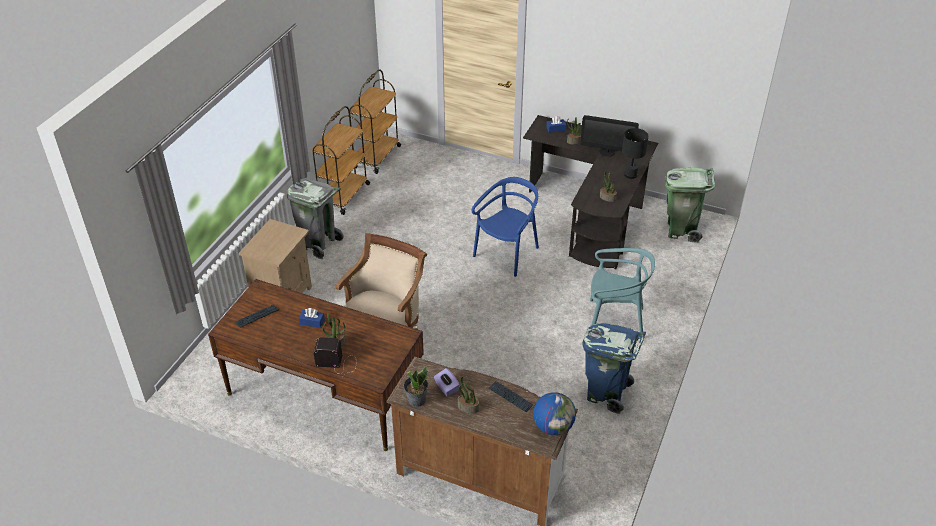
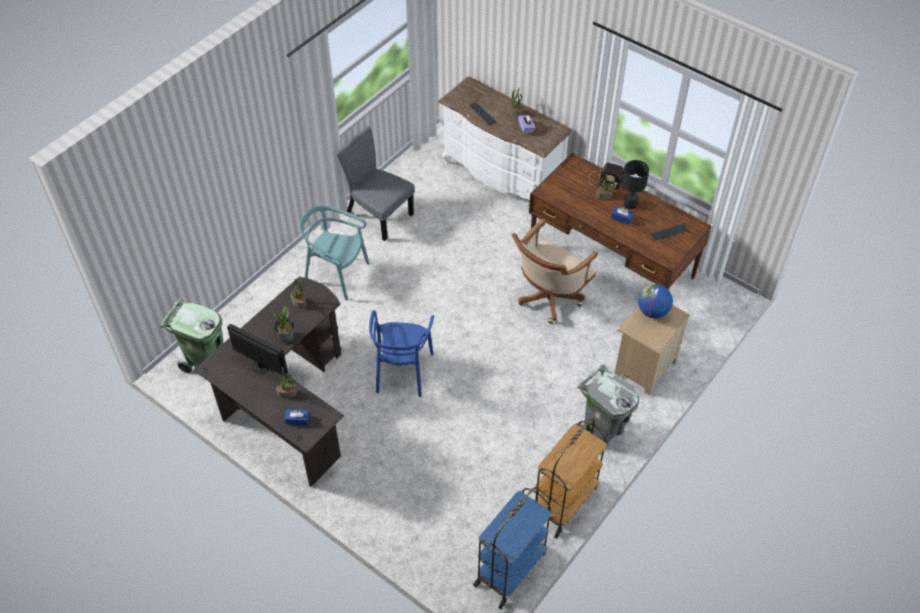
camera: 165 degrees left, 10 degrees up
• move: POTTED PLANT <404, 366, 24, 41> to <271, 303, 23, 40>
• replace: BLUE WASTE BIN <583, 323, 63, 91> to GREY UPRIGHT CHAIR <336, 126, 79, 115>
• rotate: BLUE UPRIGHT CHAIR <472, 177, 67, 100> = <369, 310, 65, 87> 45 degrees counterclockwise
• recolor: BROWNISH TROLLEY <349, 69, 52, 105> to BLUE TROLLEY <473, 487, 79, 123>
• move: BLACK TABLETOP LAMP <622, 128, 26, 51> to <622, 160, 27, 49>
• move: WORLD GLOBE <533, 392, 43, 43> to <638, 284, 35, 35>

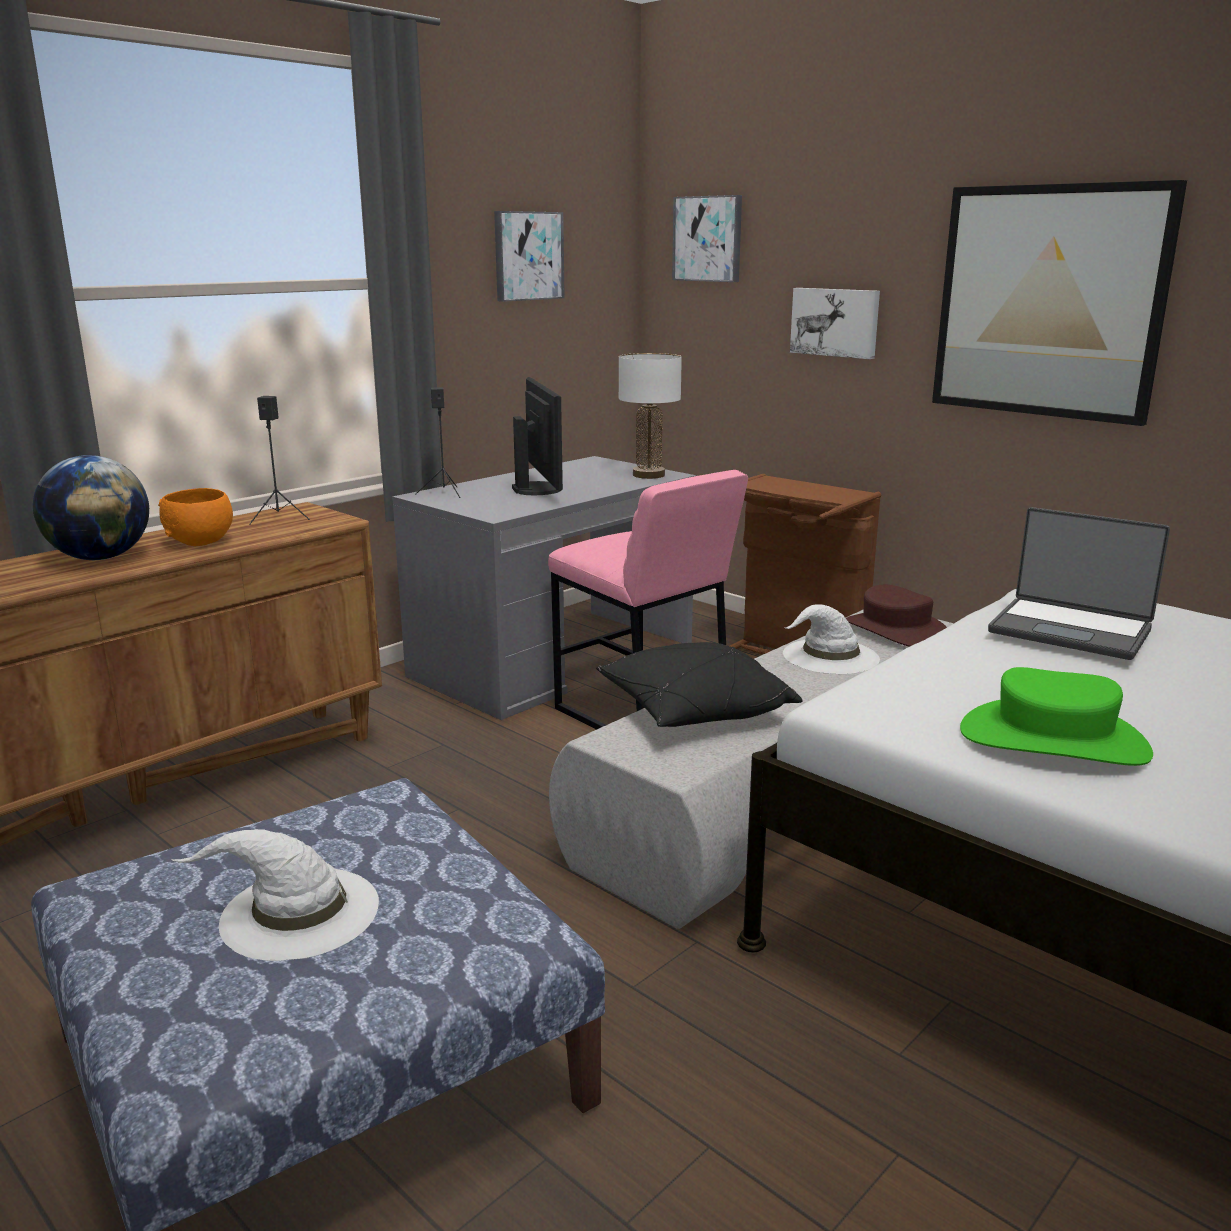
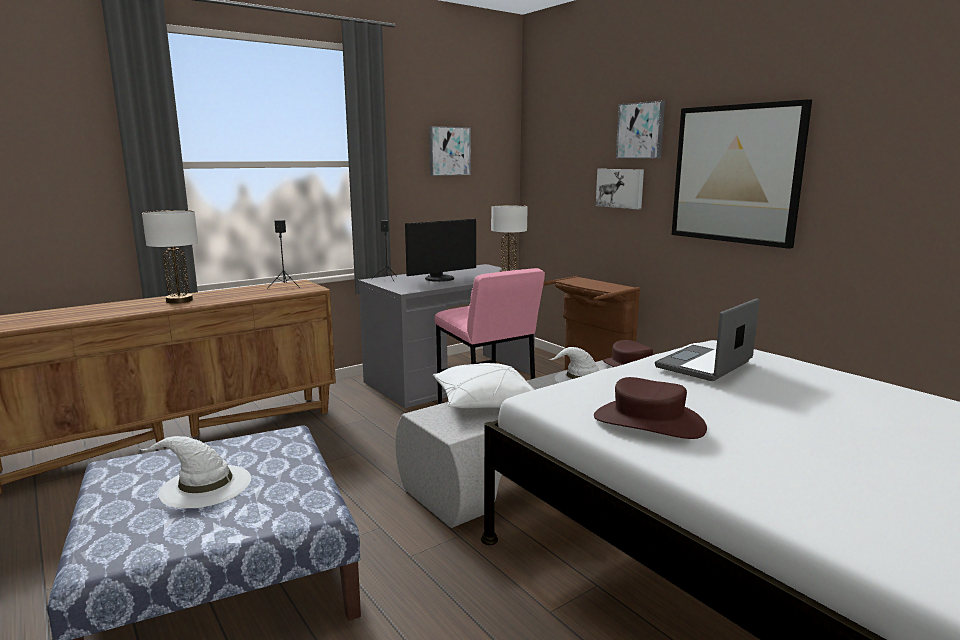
camera: 10 degrees right, 5 degrees down
• replace: WORLD GLOBE <33, 455, 116, 105> to TABLETOP LAMP <142, 210, 56, 94>
• rotate: COMPUTER DISPLAY <512, 377, 51, 118> = <405, 219, 71, 63> 60 degrees clockwise
• recolor: BLACK PILLOW <596, 642, 207, 85> to WHITISH PILLOW <433, 363, 102, 45>
• recolor: GREEN CLOTHING HAT <960, 667, 193, 99> to BROWNISH CLOTHING HAT <594, 377, 113, 62>
• move: WALL ART <672, 195, 70, 87> to <616, 101, 49, 57>
• rotate: LAPTOP <988, 507, 182, 153> = <655, 298, 104, 83> 90 degrees clockwise
• delete: ORANGEY BOWL <158, 488, 75, 58>

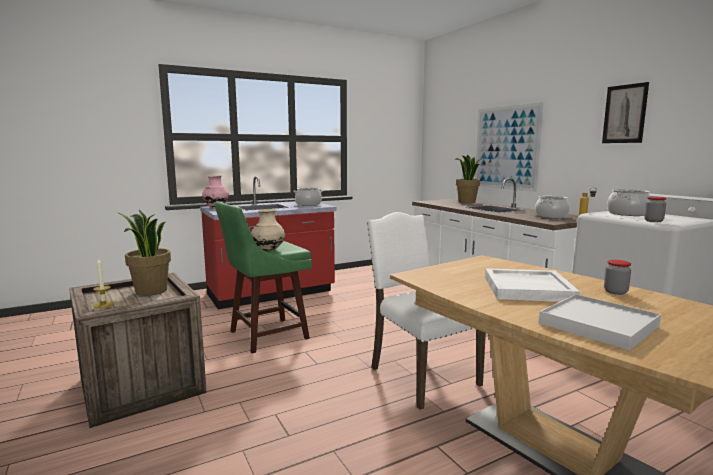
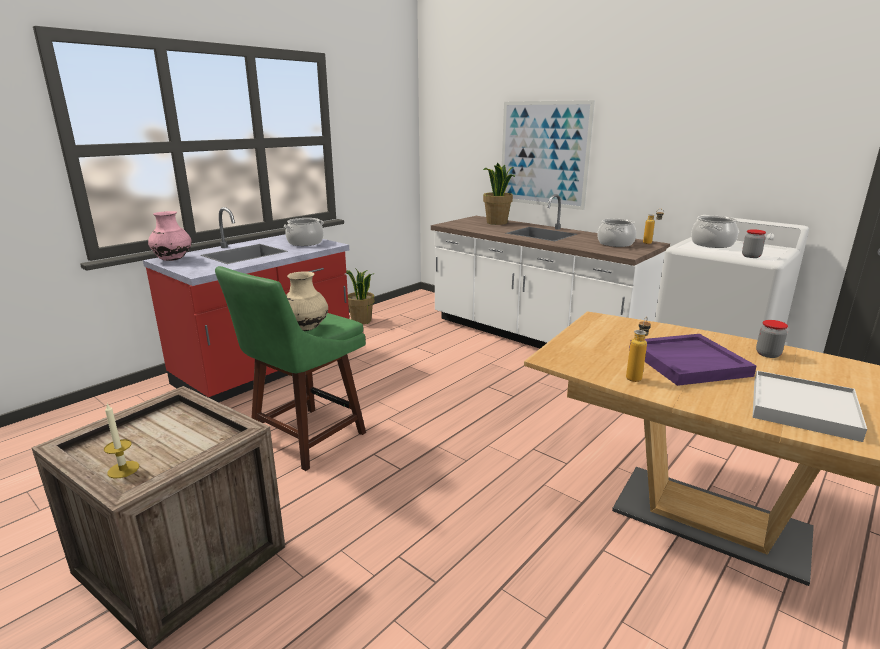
camera: 20 degrees left, 10 degrees up
• move: POTTED PLANT <117, 210, 54, 86> to <346, 268, 28, 56>
• insert: BEVERAGE BOTTLE <626, 317, 25, 65>
• recolor: WHITISH CARRYING TRAY <485, 268, 95, 34> to PURPLE-COLOURED CARRYING TRAY <629, 334, 127, 52>
• delete: WHITISH UPRIGHT CHAIR <367, 212, 119, 198>
• delete: WALL ART <602, 82, 47, 61>

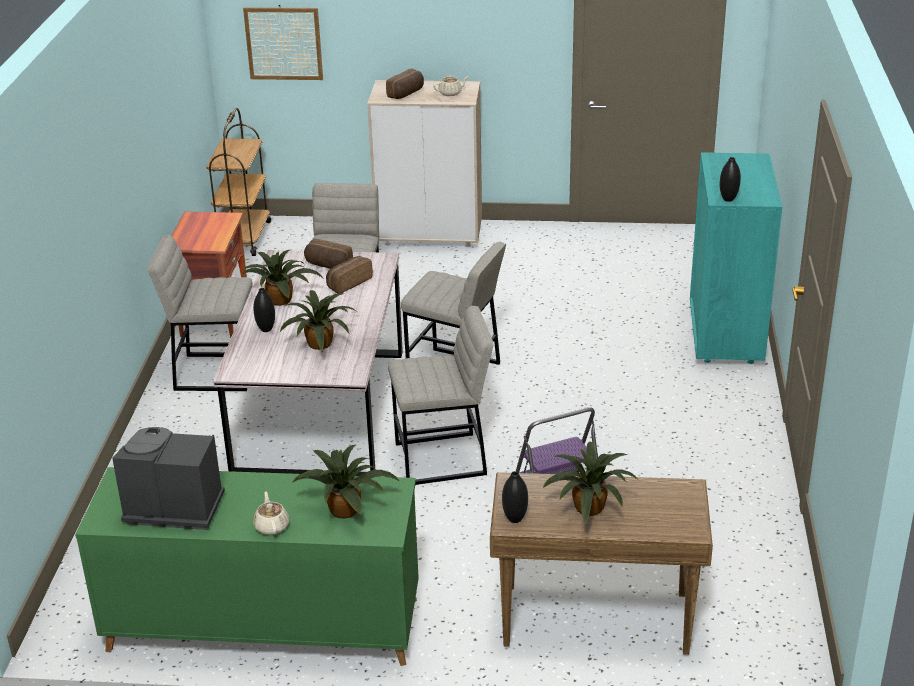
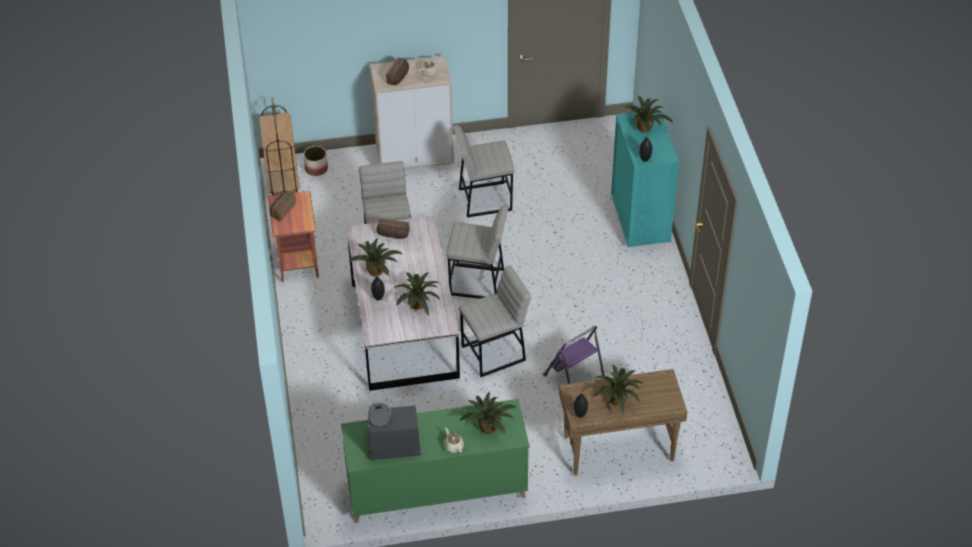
camera: 15 degrees left, 15 degrees up
• move: BAKERY BREAD <326, 256, 47, 37> to <270, 192, 26, 29>
• insert: FLOWER POT <304, 146, 24, 30>
• move: GREY UPRIGHT CHAIR <147, 235, 106, 156> to <453, 125, 61, 92>
• insert: POTTED PLANT <624, 96, 49, 38>
• delete: WALL ART <243, 5, 80, 75>

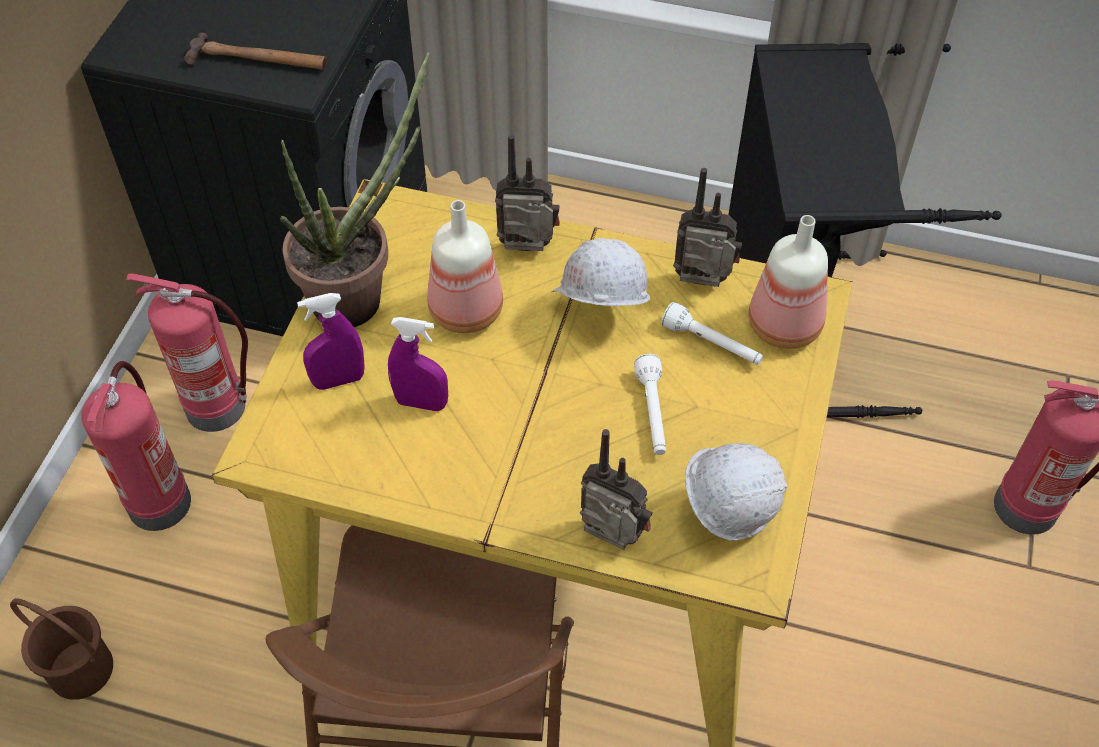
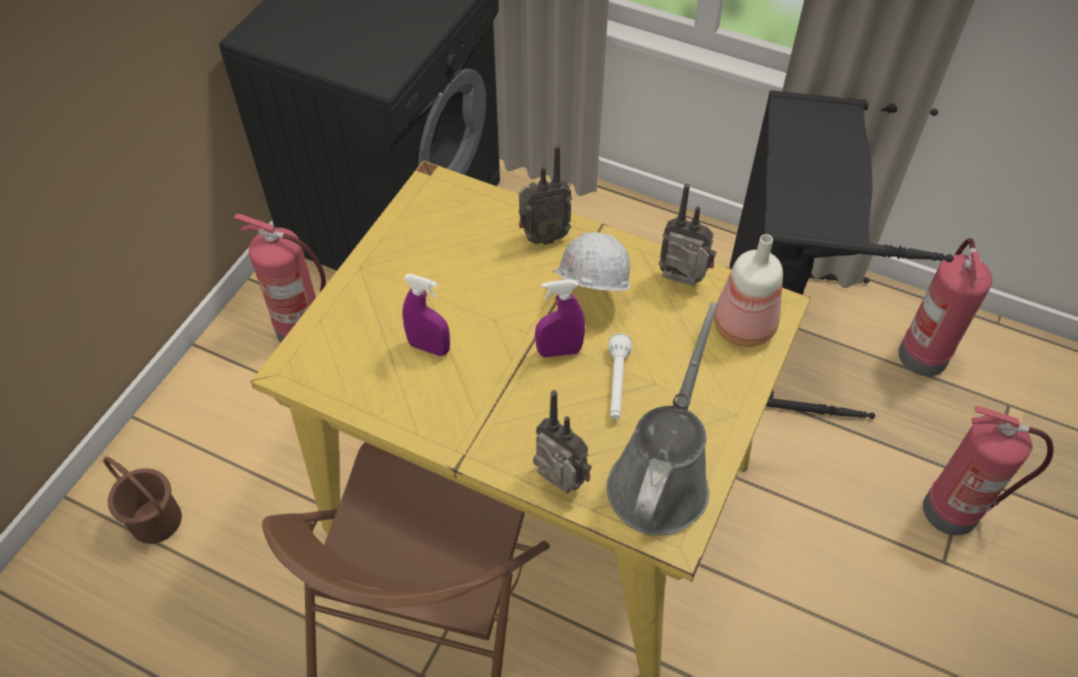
camera: 10 degrees right, 0 degrees up
• rotate: RADIO RECEIVER <495, 135, 65, 116> = <518, 145, 54, 100> 150 degrees clockwise
• move: PURPLE-COLOURED HAND SPRAYER <297, 293, 68, 97> to <535, 279, 50, 79>
• replace: WHITISH SAFETY HELMET <685, 443, 103, 98> to GREY WATERING CAN <607, 302, 111, 234>
• move: EXTINGUISHER <81, 361, 110, 170> to <898, 238, 94, 138>
• delete: TOOL HAMMER <184, 33, 143, 37>
• delete: POTTED PLANT <280, 52, 150, 275>
• delete: BEVERAGE BOTTLE <427, 200, 76, 133>
• delete: WHITISH FLASHLIGHT <661, 302, 102, 63>

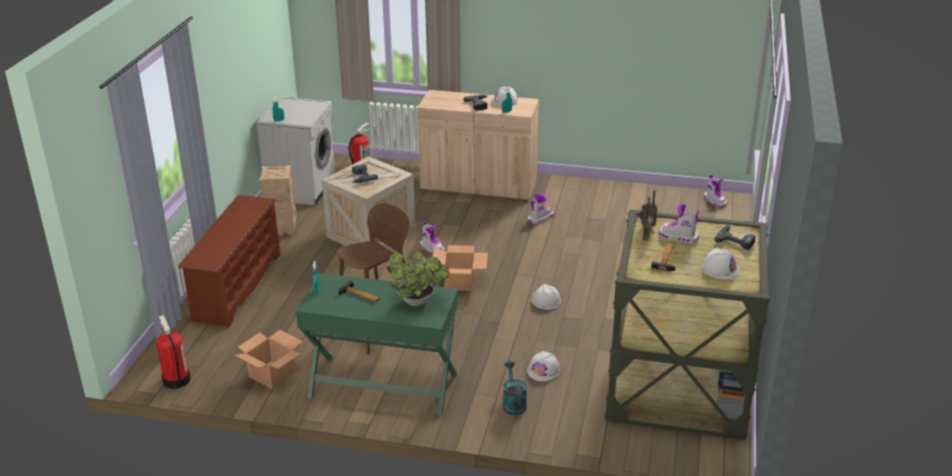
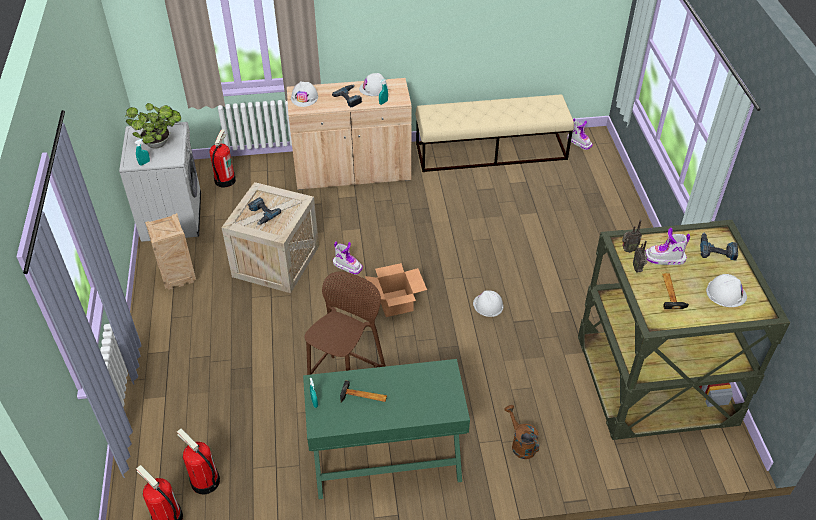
camera: 20 degrees left, 15 degrees up
• move: POTTED PLANT <386, 252, 64, 54> to <125, 103, 56, 46>
• insert: EXTINGUISHER <177, 429, 43, 65>
• move: WHITISH SAFETY HELMET <527, 351, 33, 30> to <291, 81, 27, 26>
• insert: BEIGE BENCH <415, 95, 159, 77>
• recolor: TURQUOISE WATERING CAN <503, 361, 24, 54> to BROWNISH WATERING CAN <504, 405, 35, 54>
• delete: BROWNISH SHOE SHELF <178, 195, 102, 133>
• delete: PACKING BOX <235, 330, 68, 59>
• delete: BOOT <528, 194, 26, 30>

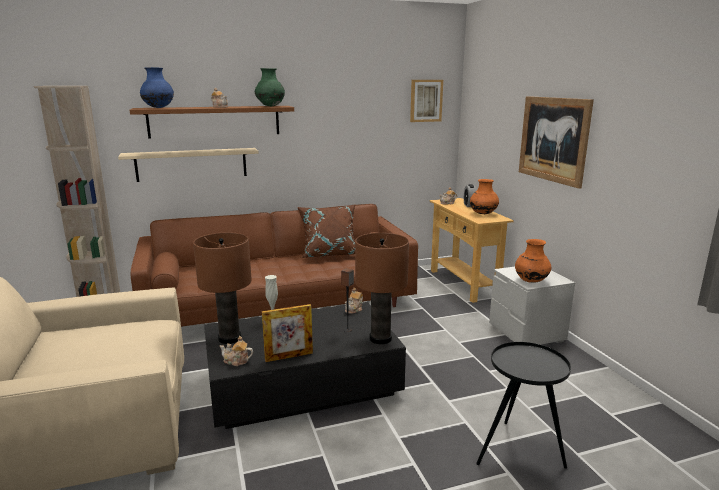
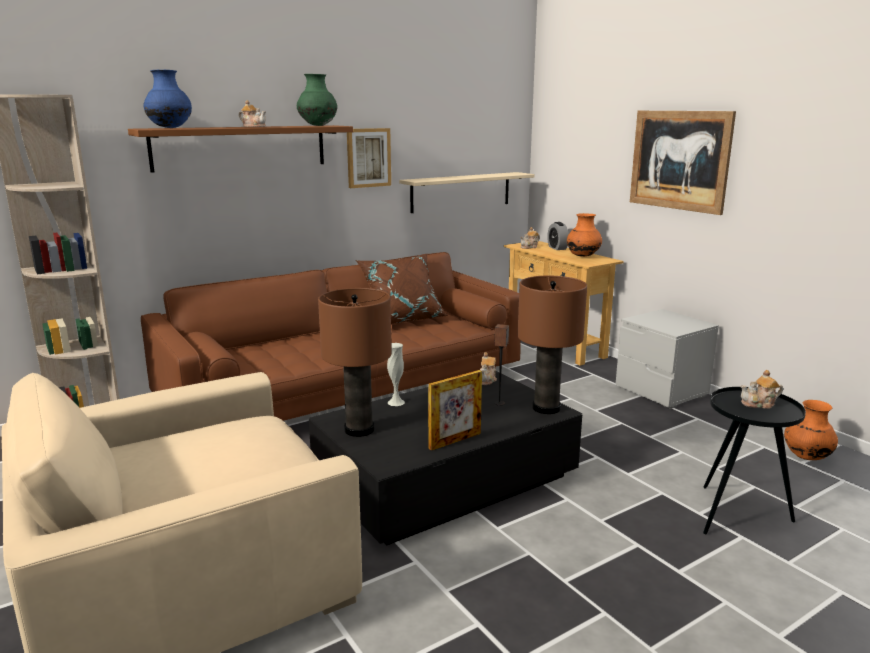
camera: 15 degrees left, 0 degrees up
• move: WALL ART <410, 80, 33, 42> to <347, 128, 44, 60>
• move: BEIGE BRACKET SHELF <118, 148, 141, 34> to <399, 172, 136, 41>
• move: TEA POT <220, 336, 33, 30> to <740, 370, 43, 39>
• move: ORANGEY DECORATIVE VASE <515, 239, 36, 44> to <784, 400, 54, 60>

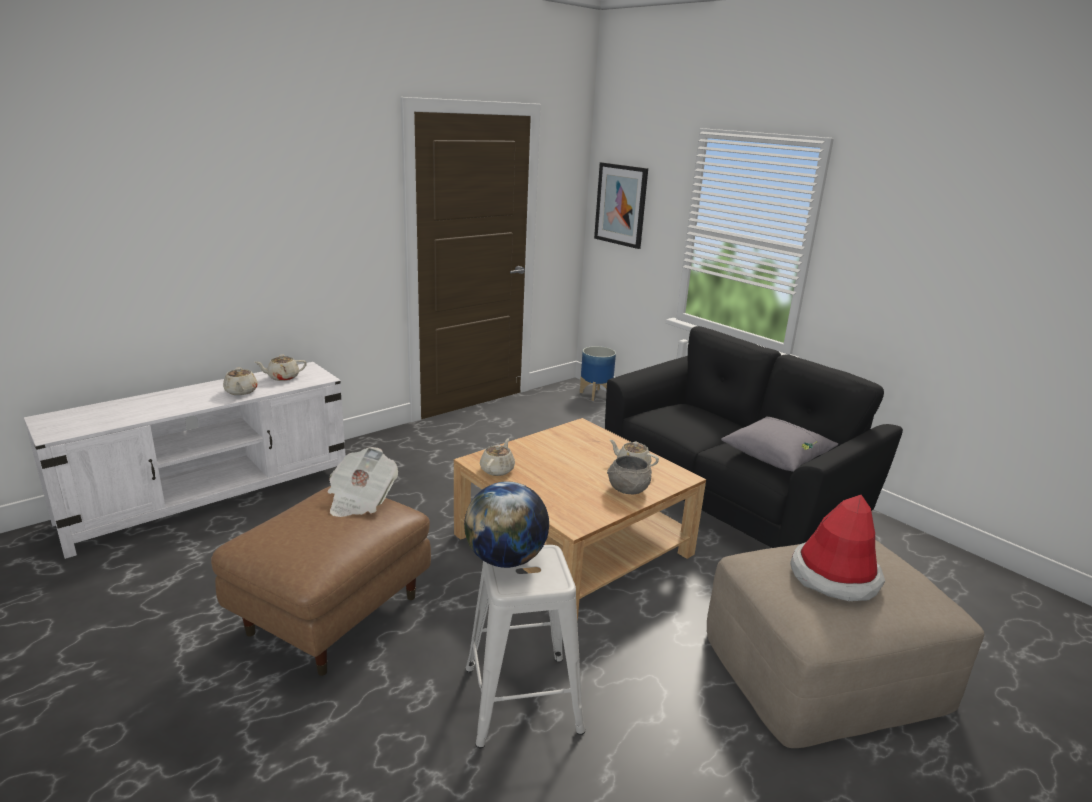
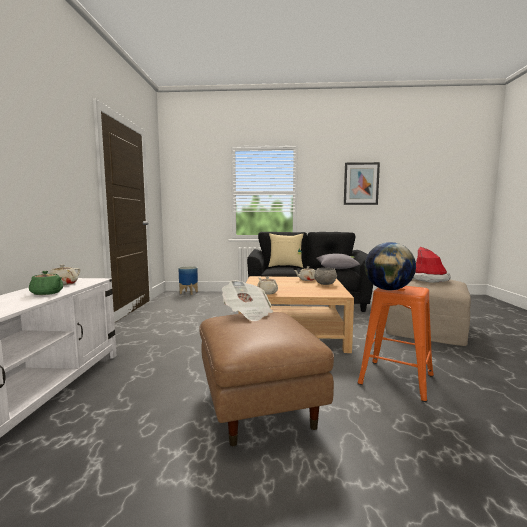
camera: 45 degrees left, 15 degrees down
• recolor: BEIGE TEA POT <223, 367, 35, 28> to GREEN TEA POT <29, 271, 34, 24>
• insert: BEIGE PILLOW <268, 233, 35, 35>
• move: WALL ART <594, 162, 54, 87> to <344, 162, 36, 43>
• recolor: WHITISH STOOL <465, 545, 120, 203> to ORANGEY STOOL <358, 286, 76, 116>

